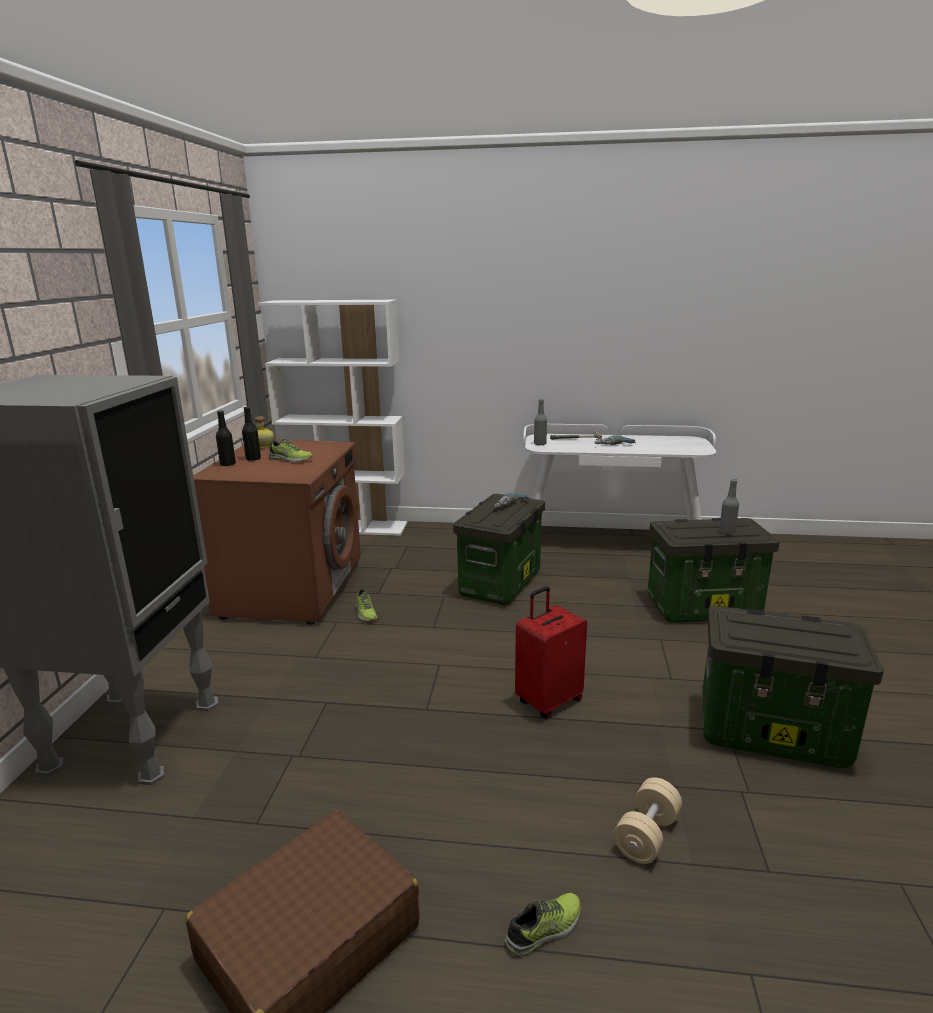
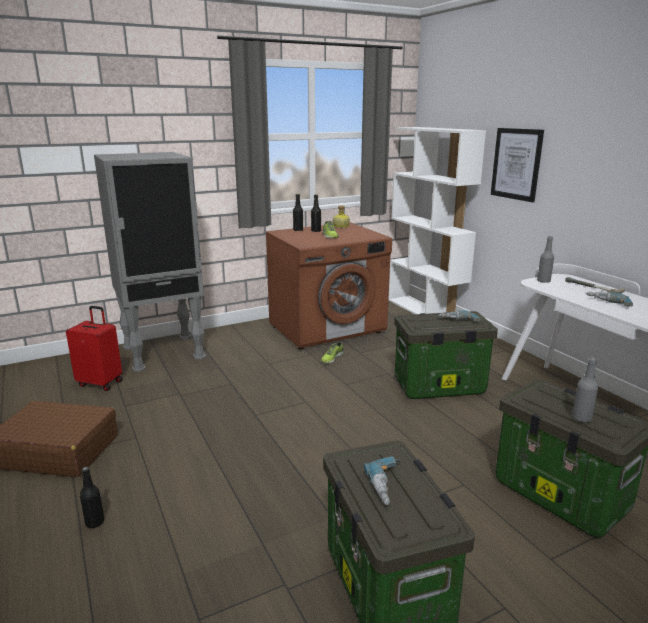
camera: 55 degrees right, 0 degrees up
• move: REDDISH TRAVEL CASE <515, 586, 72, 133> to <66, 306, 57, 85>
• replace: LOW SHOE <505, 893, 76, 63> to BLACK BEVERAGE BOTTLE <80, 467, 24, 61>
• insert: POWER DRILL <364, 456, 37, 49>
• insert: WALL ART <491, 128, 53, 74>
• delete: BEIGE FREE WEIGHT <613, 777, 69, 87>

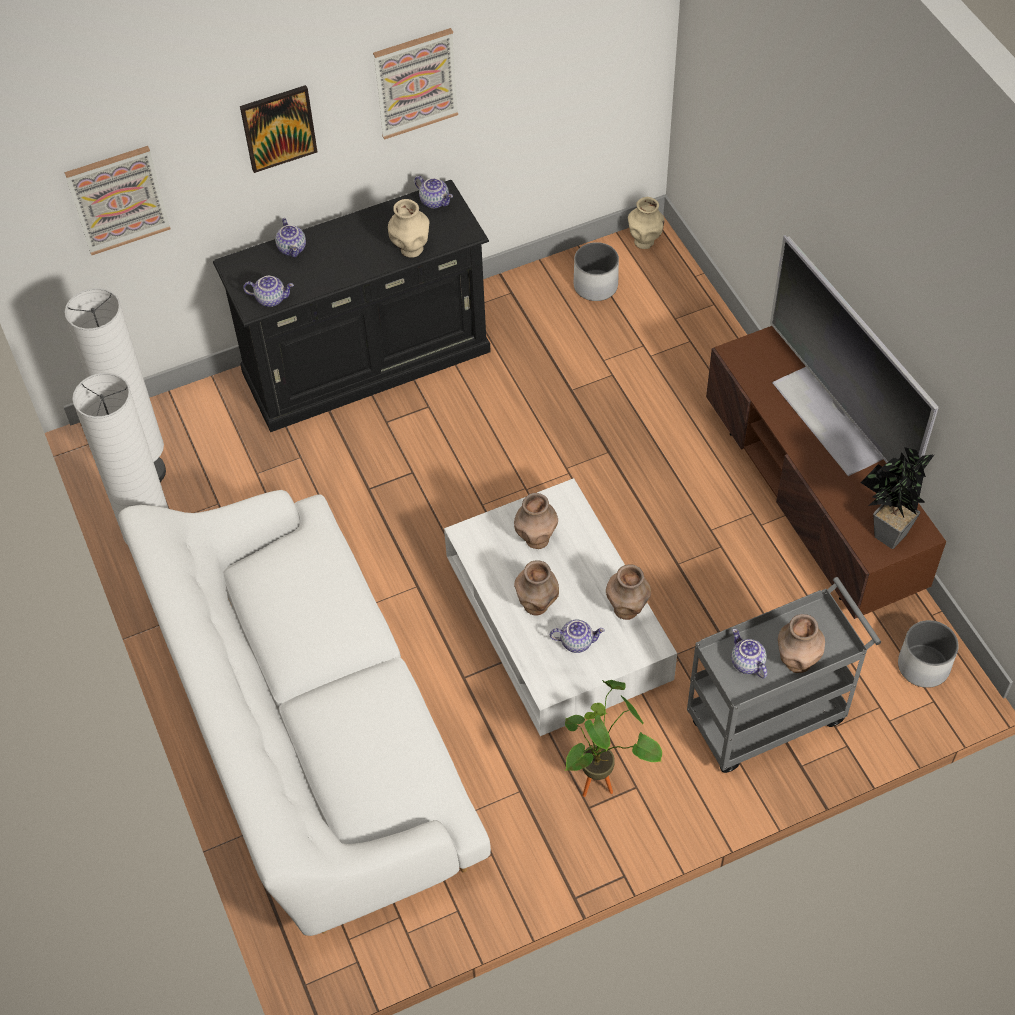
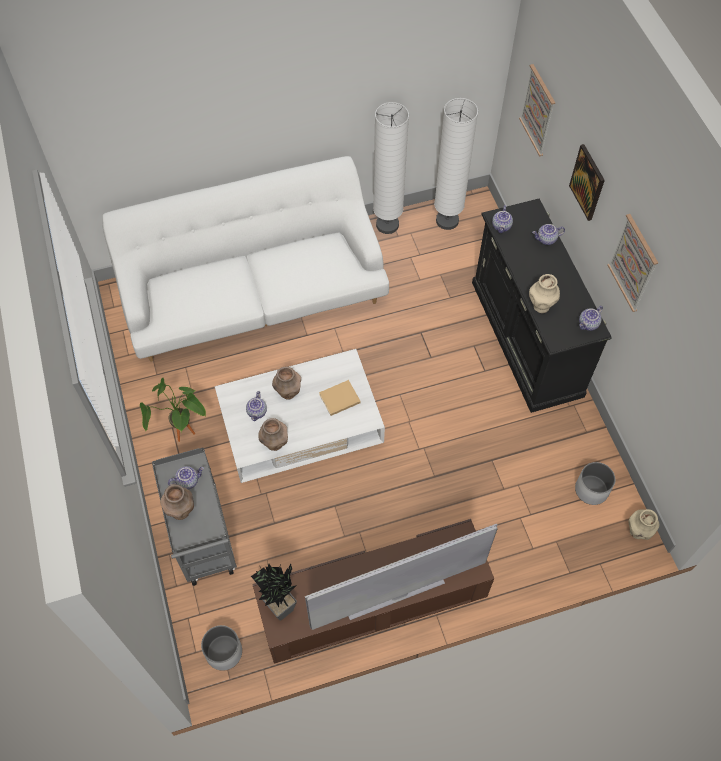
camera: 95 degrees right, 5 degrees up
• replace: BROWNISH DECORATIVE VASE <514, 493, 44, 56> to BEIGE VOLUME <319, 380, 42, 36>

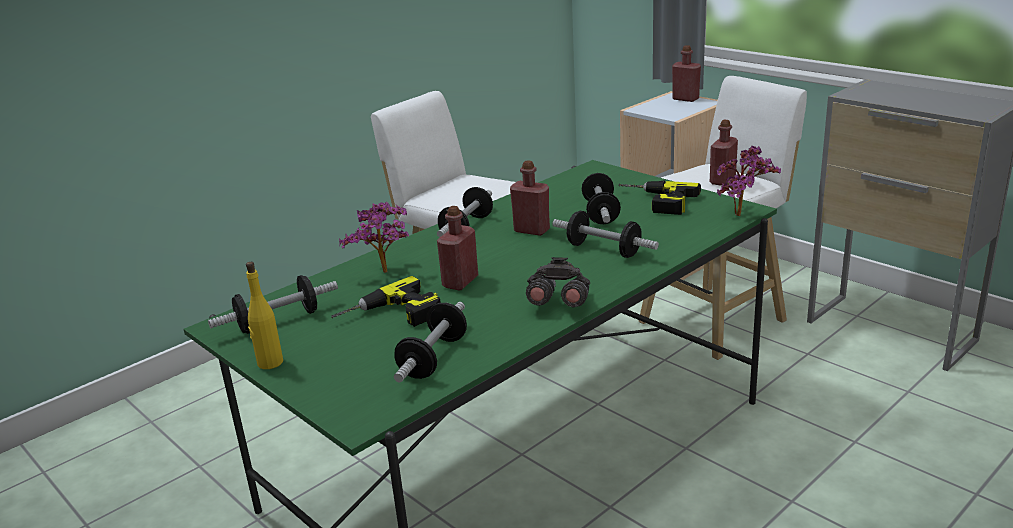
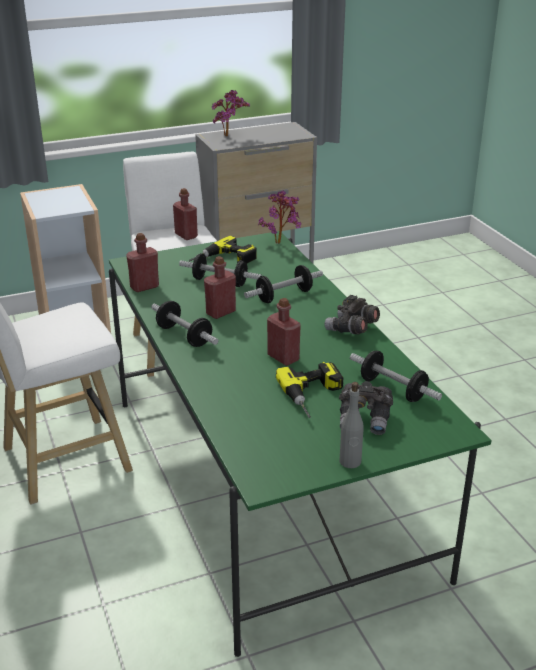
camera: 70 degrees left, 5 degrees up
• move: REDDISH BEVERAGE BOTTLE <672, 45, 29, 57> to <126, 233, 33, 59>
• move: POTTED PLANT <339, 202, 70, 71> to <212, 90, 38, 46>
• insert: GREY FIELD GLASSES <339, 381, 54, 54>
• recolor: YELLOWISH BEVERAGE BOTTLE <246, 262, 37, 107> to GREY BEVERAGE BOTTLE <339, 382, 25, 86>
• delete: FREE WEIGHT <208, 275, 130, 59>

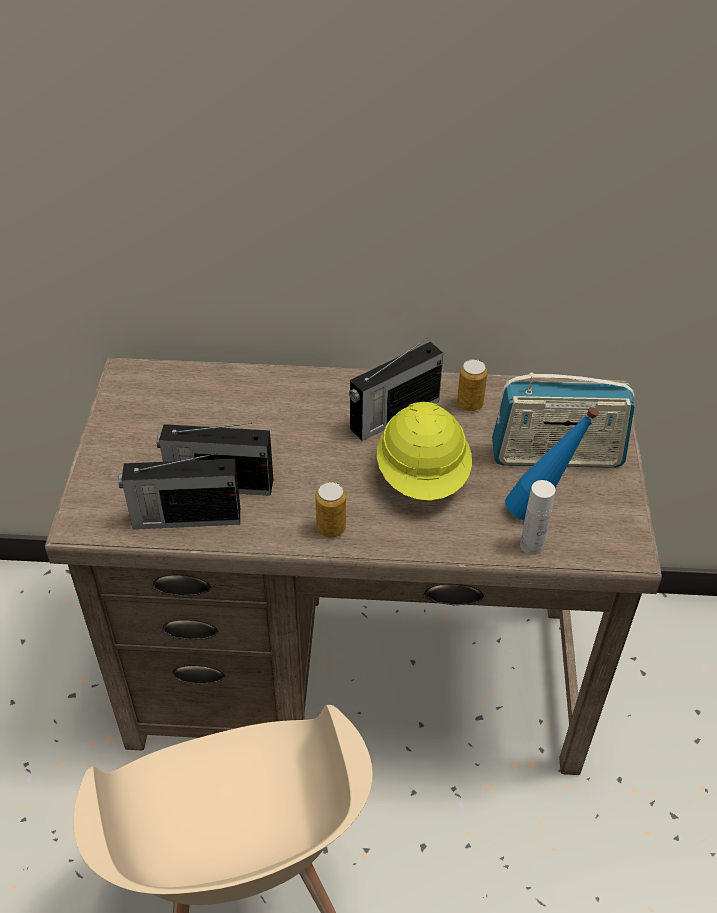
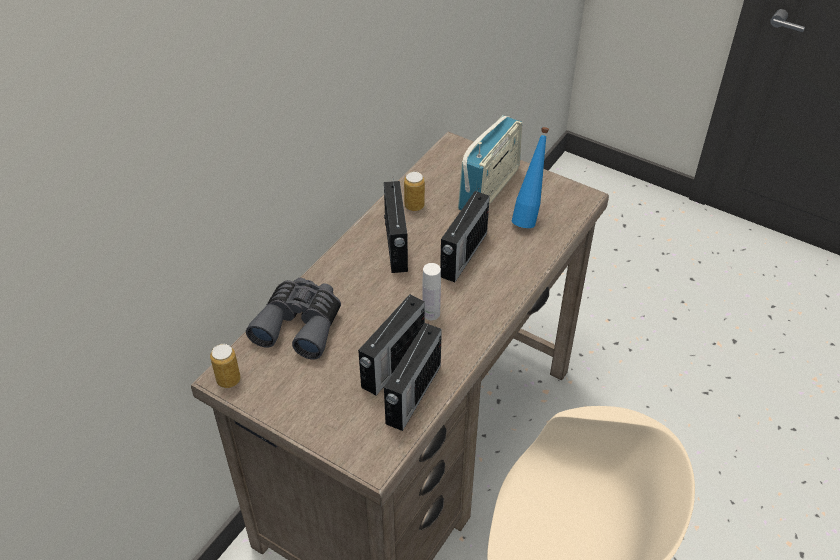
camera: 60 degrees left, 0 degrees up
• move: SEALED CAN <315, 482, 31, 56> to <210, 344, 31, 44>
• insert: GREY FIELD GLASSES <246, 278, 95, 82>
• move: WHITISH BEVERAGE BOTTLE <520, 480, 35, 75> to <422, 263, 19, 57>
• replace: YELLOWISH SAFETY HELMET <377, 402, 95, 98> to RADIO RECEIVER <440, 189, 50, 93>

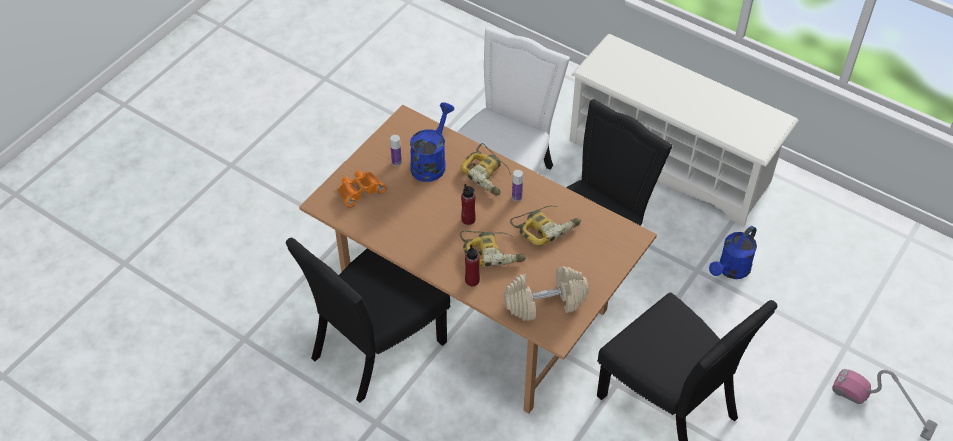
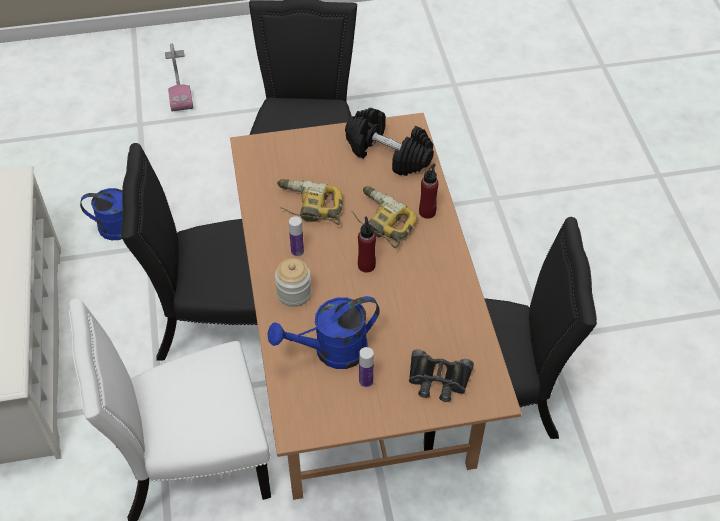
camera: 135 degrees left, 0 degrees up
• replace: POWER DRILL <460, 143, 52, 53> to PRESERVE JAR <275, 258, 36, 49>
• recolor: BEIGE FREE WEIGHT <503, 266, 86, 55> to BLACK FREE WEIGHT <345, 108, 89, 68>
• recolor: ORANGEY FIELD GLASSES <338, 171, 48, 37> to BLACK FIELD GLASSES <409, 349, 65, 53>

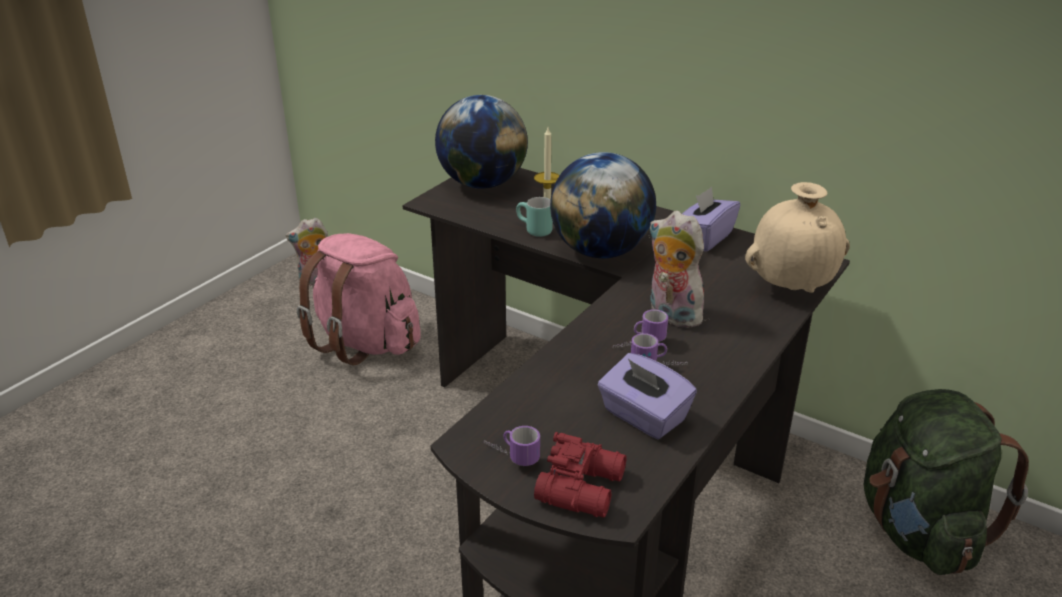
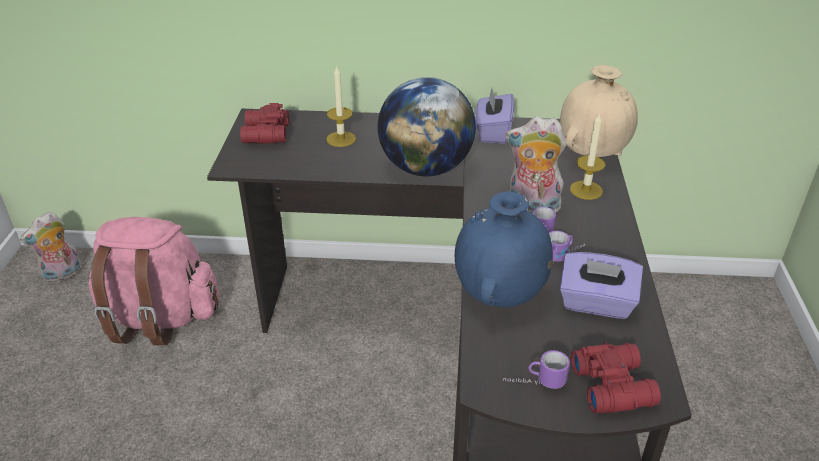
camera: 30 degrees left, 5 degrees up
• replace: WORLD GLOBE <435, 95, 93, 94> to REDDISH FIELD GLASSES <240, 103, 49, 41>
• insert: BLUE DECORATIVE VASE <455, 191, 98, 116>
• insert: WAX CANDLE <570, 112, 35, 88>
• delete: TURQUOISE COFFEE MUG <516, 197, 37, 40>
• delete: GREEN RUCKSACK <864, 389, 165, 186>

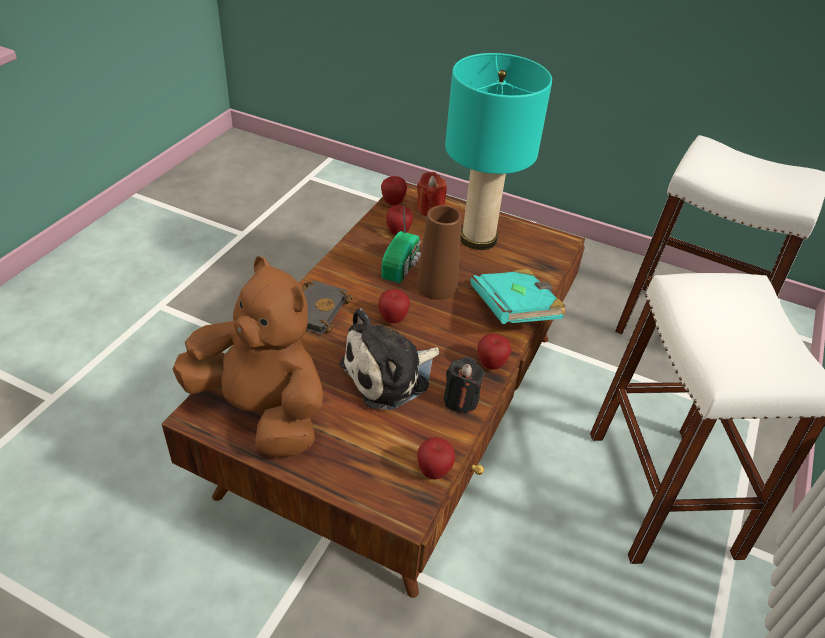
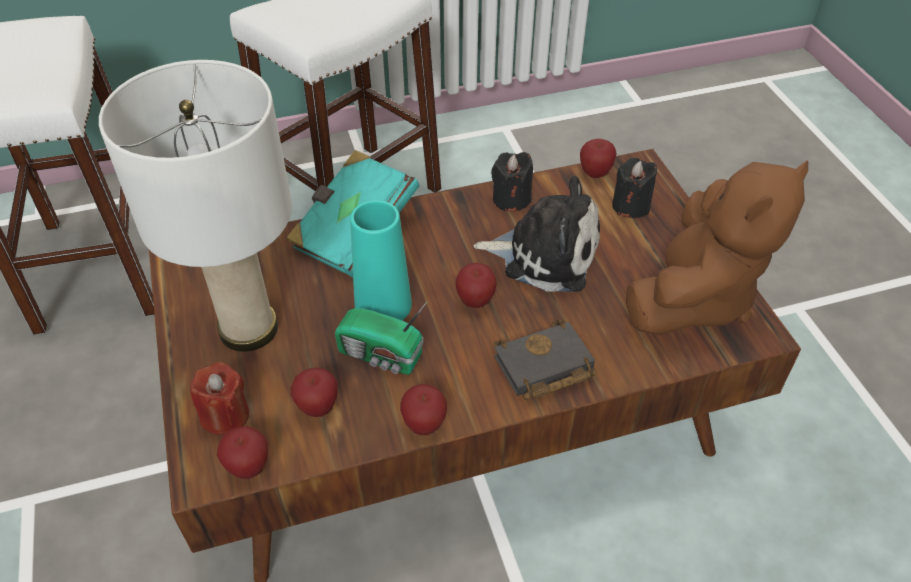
camera: 130 degrees left, 5 degrees up
• recolor: TURQUOISE TABLETOP LAMP <445, 53, 107, 197> to WHITISH TABLETOP LAMP <99, 60, 193, 292>
• rotate: RADIO RECEIVER <381, 208, 40, 75> = <335, 302, 92, 73> 135 degrees counterclockwise
• recolor: BROWNISH DECORATIVE VASE <417, 205, 45, 95> to TURQUOISE DECORATIVE VASE <350, 200, 62, 120>
• move: APPLE FRUIT <477, 334, 35, 36> to <400, 384, 47, 51>
• insert: BLACK WAX CANDLE <612, 158, 45, 60>
• rotate: BROWNISH SOFT TOY <173, 256, 151, 201> = <626, 161, 182, 174> 135 degrees counterclockwise

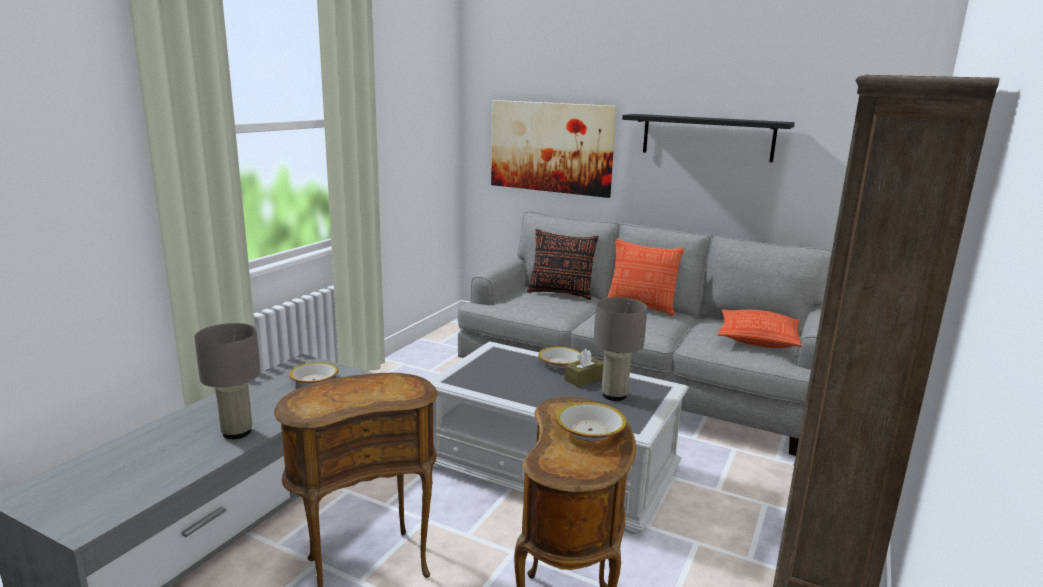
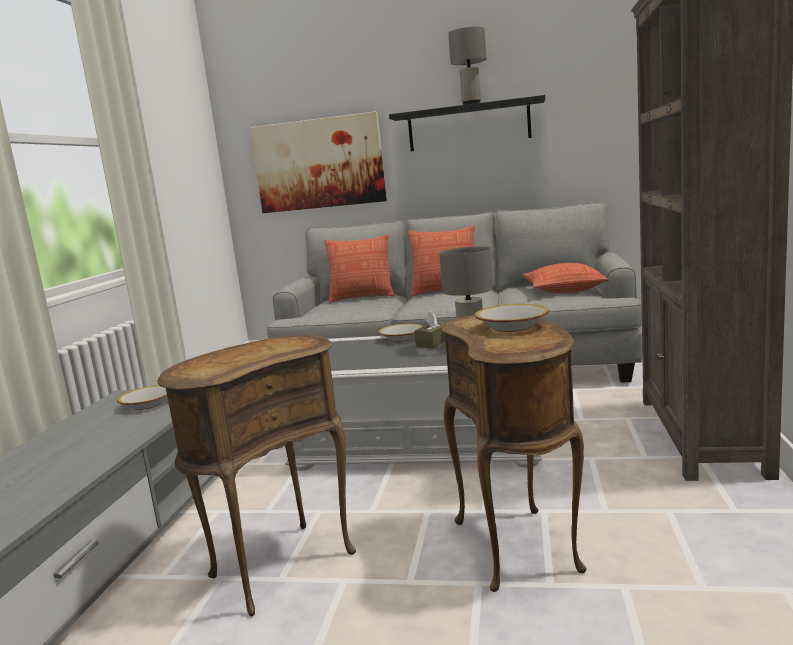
camera: 15 degrees left, 5 degrees down
• recolor: BLACK PILLOW <527, 229, 72, 71> to ORANGEY PILLOW <324, 234, 71, 69>
• move: GREY TABLETOP LAMP <194, 323, 66, 116> to <448, 27, 38, 78>

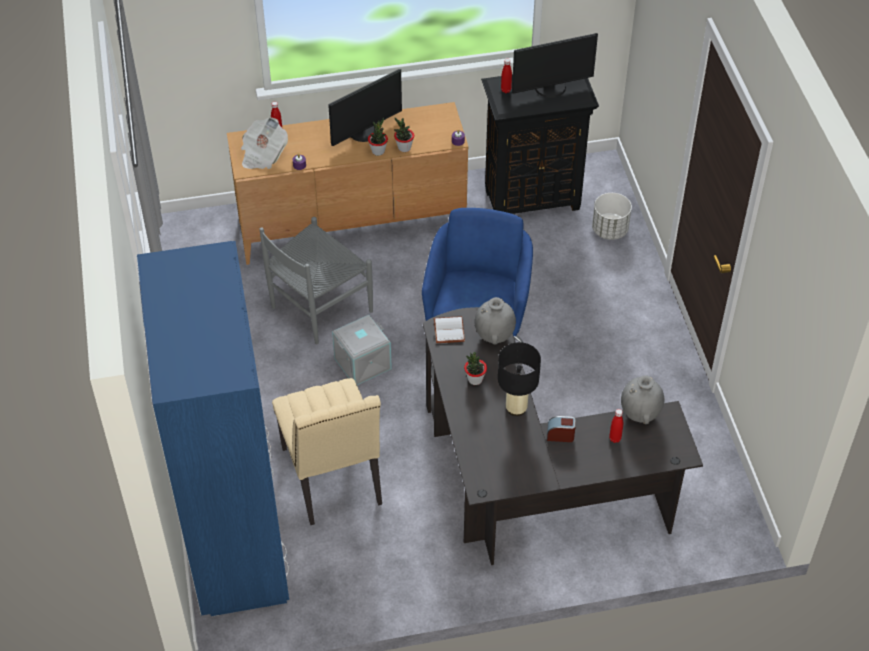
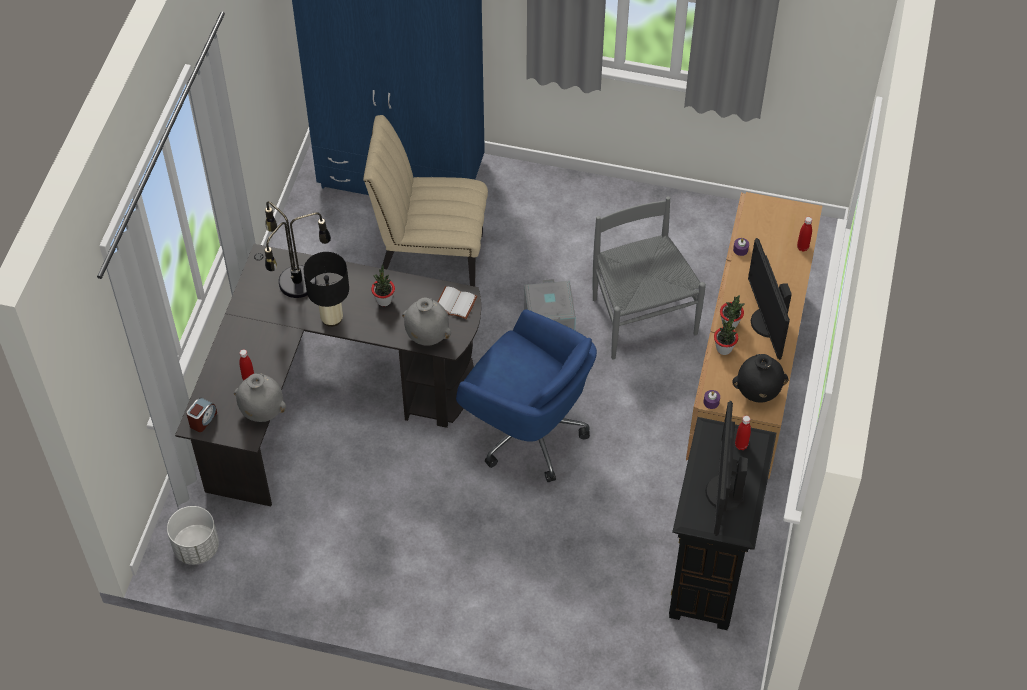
camera: 115 degrees right, 5 degrees up
• move: WHITISH FLOWER POT <592, 193, 40, 47> to <167, 506, 52, 59>
• move: ALARM CLOCK <547, 416, 29, 26> to <186, 398, 31, 34>
• insert: TABLETOP LAMP <264, 201, 67, 97>
• insert: BLACK DECORATIVE VASE <732, 354, 56, 49>
• delete: NEWSPAPER <241, 117, 47, 52>

